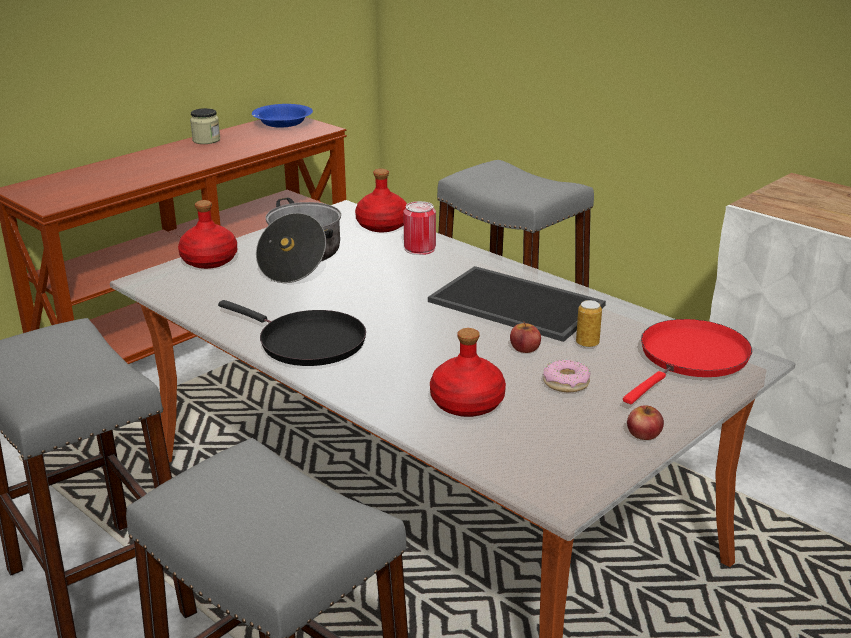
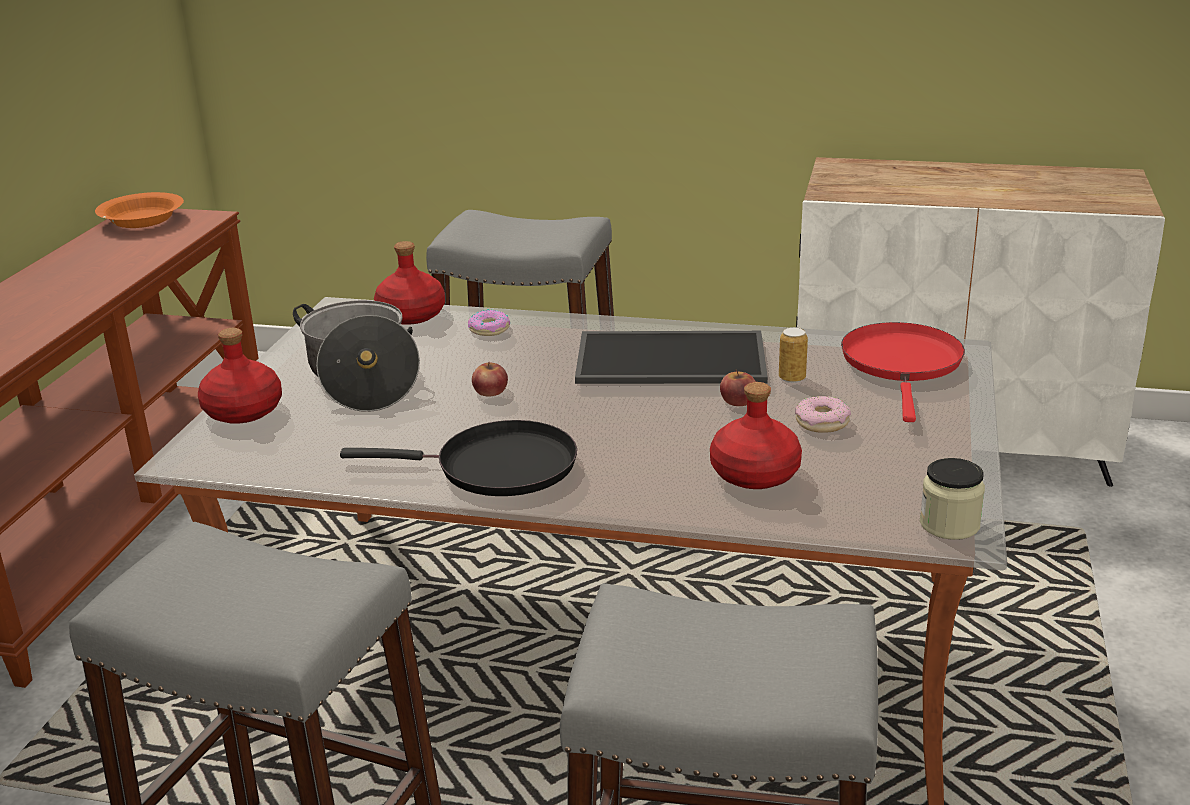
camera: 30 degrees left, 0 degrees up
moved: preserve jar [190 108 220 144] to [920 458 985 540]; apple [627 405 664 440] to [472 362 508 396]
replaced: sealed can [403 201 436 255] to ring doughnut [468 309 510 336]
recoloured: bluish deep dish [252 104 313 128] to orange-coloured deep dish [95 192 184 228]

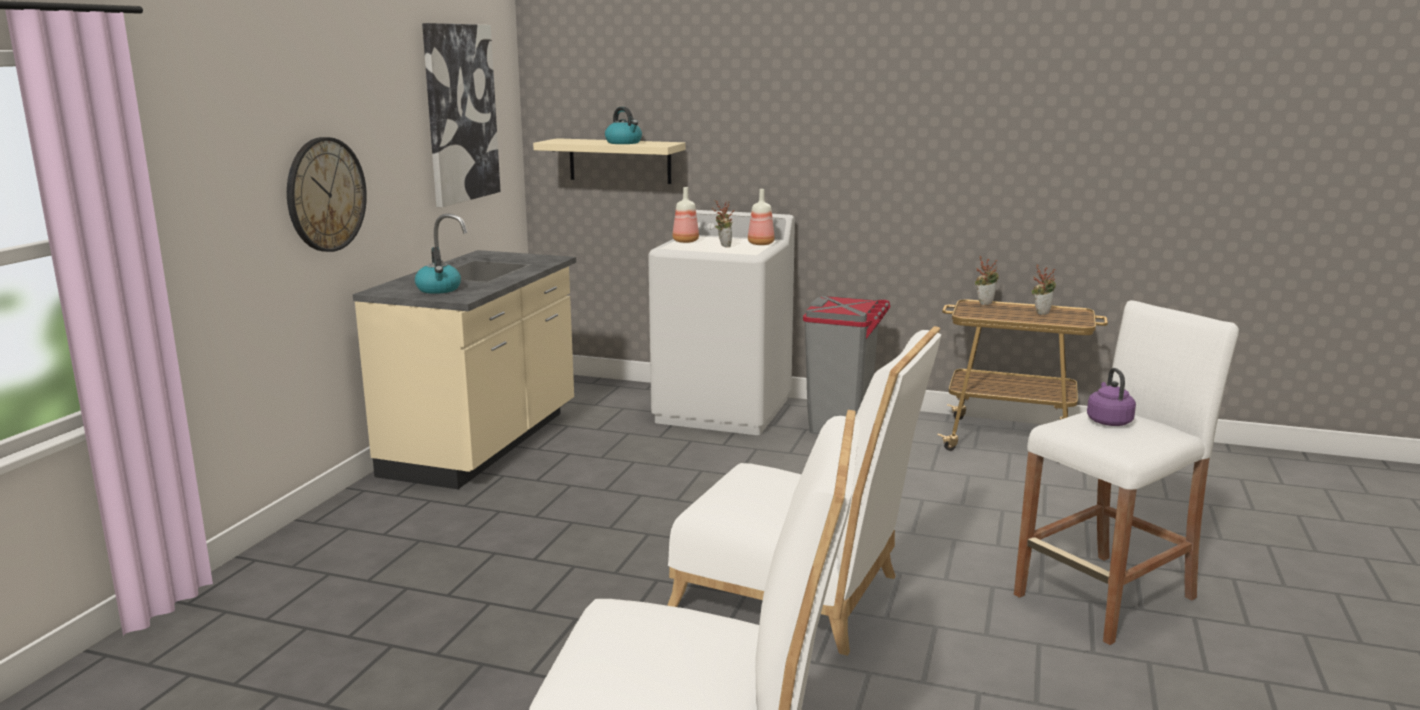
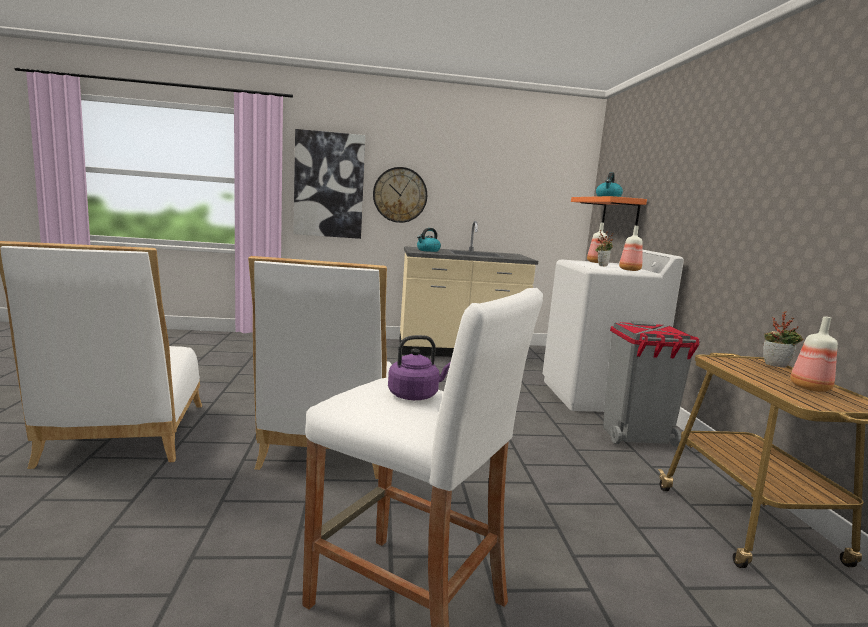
camera: 65 degrees right, 5 degrees down
moved: wall picture [422 23 501 207] to [293 129 366 239]
replaced: houseplant [1032 264 1056 315] to beverage bottle [790 316 838 392]
recoloured: beige-coloured wall shelf [533 138 686 184] to orange-coloured wall shelf [571 196 647 226]

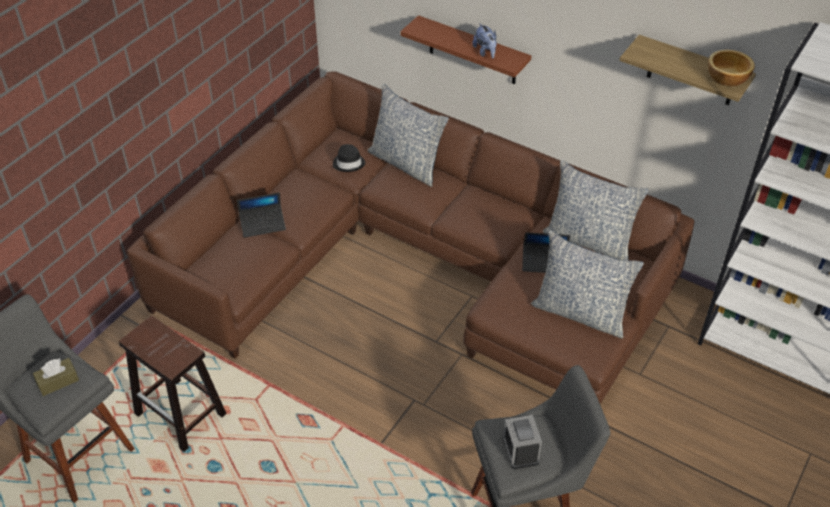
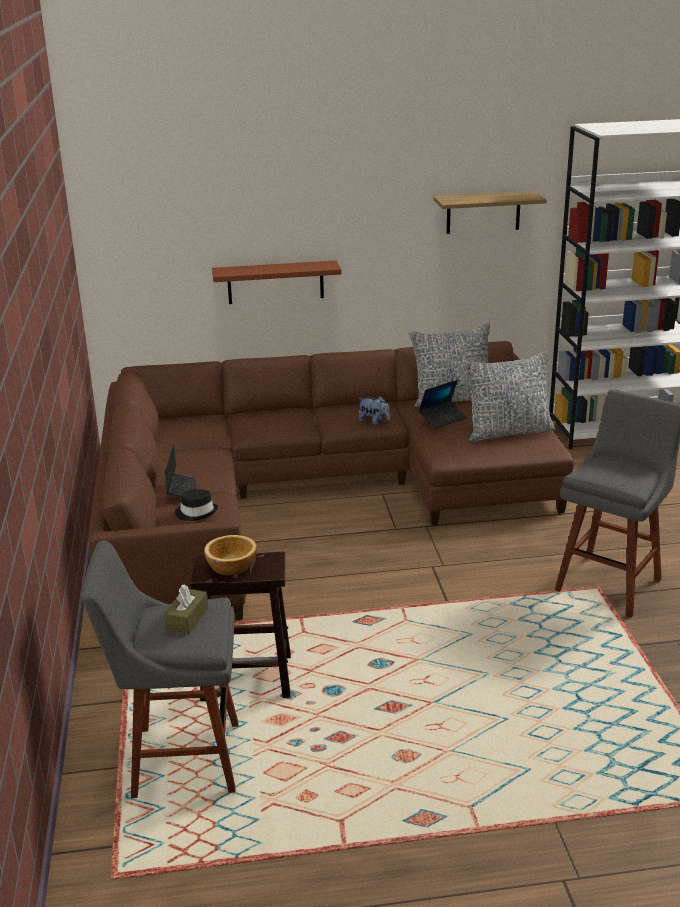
camera: 40 degrees left, 20 degrees down
removed: pillow [368 84 449 187]; table clock [502 415 542 469]
moved: black hat [333 144 365 172] to [175 489 218 521]; cuddly toy [472 23 497 58] to [358 396 390 425]; deep dish [708 50 755 86] to [204 535 257 576]
turned: portable computer [237 192 286 238] = [165 444 197 497] 45 degrees counterclockwise

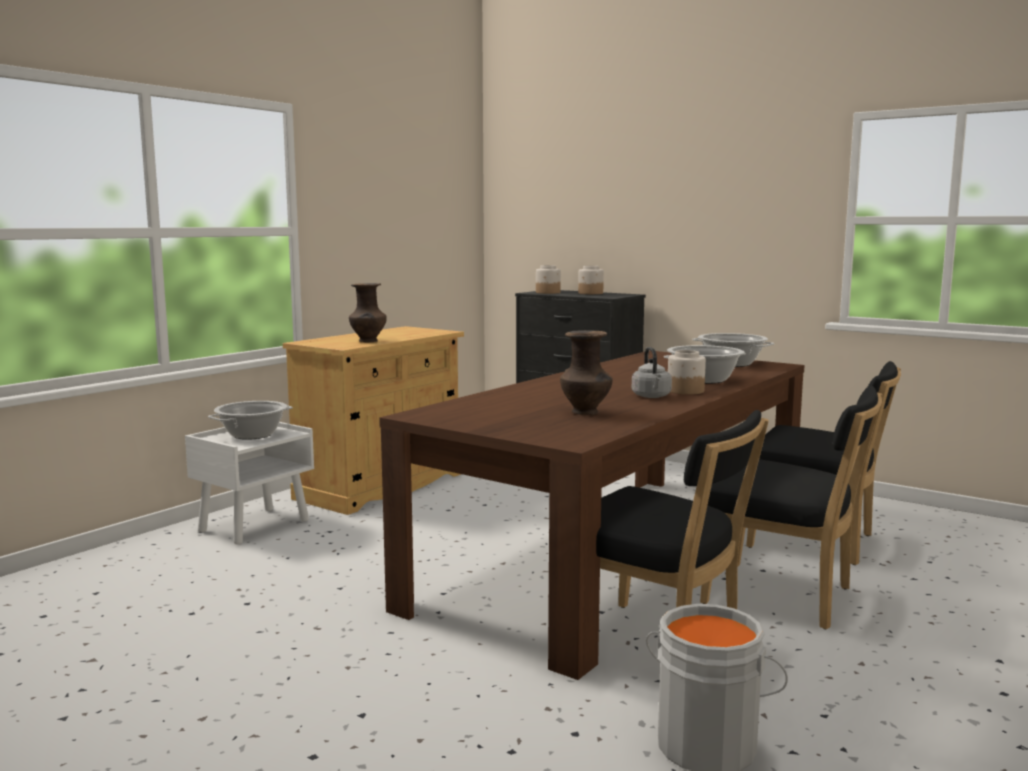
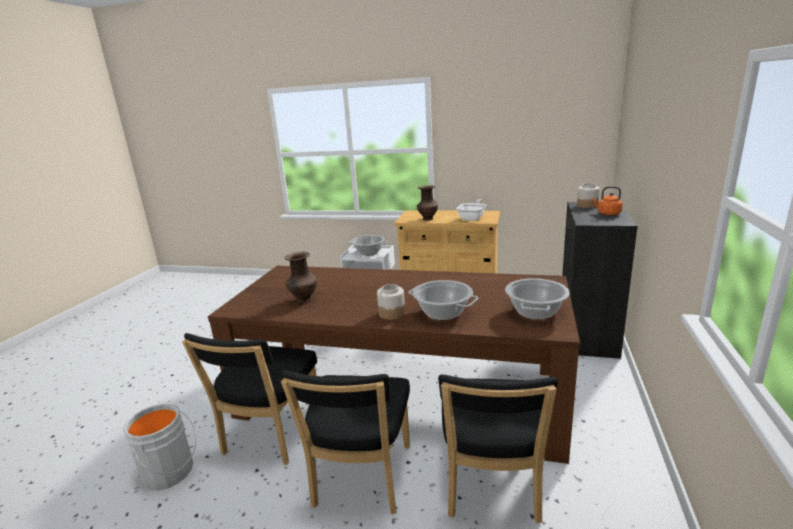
camera: 70 degrees right, 10 degrees up
removed: grey water kettle [632 347 672 398]
added: pan [456 199 486 221]
replaced: preserve jar [578 266 604 294] to orange-coloured water kettle [592 186 623 215]

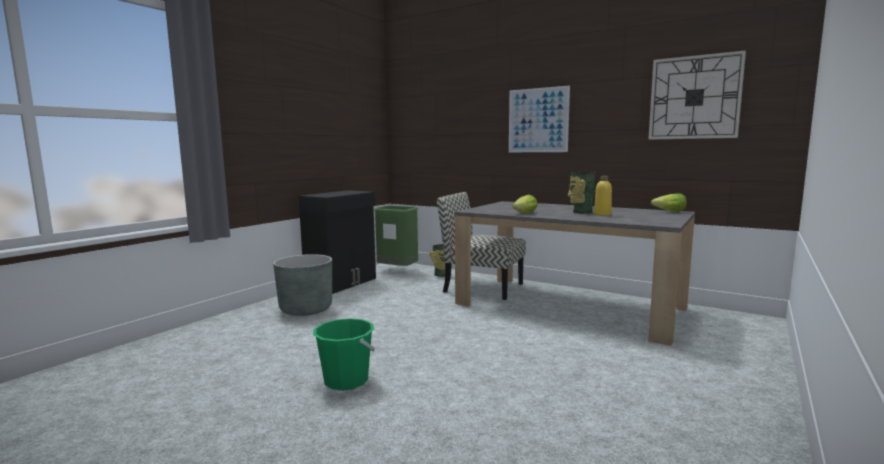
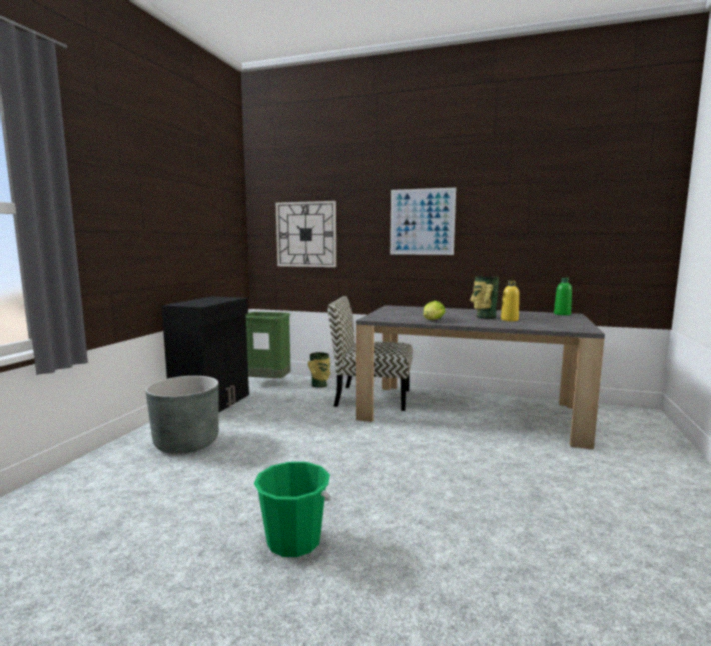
camera: 15 degrees left, 0 degrees up
moved: wall clock [648 50 746 140] to [276 201 336 267]
replaced: lettuce head [651 193 687 212] to greenish beverage bottle [554 278 572 315]

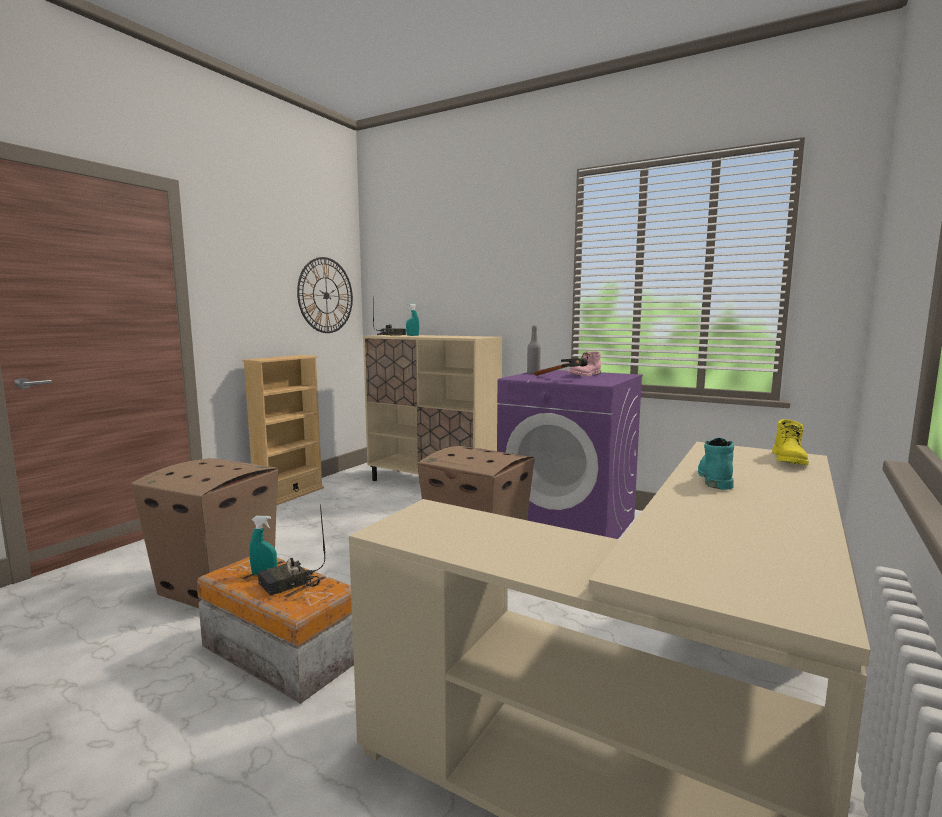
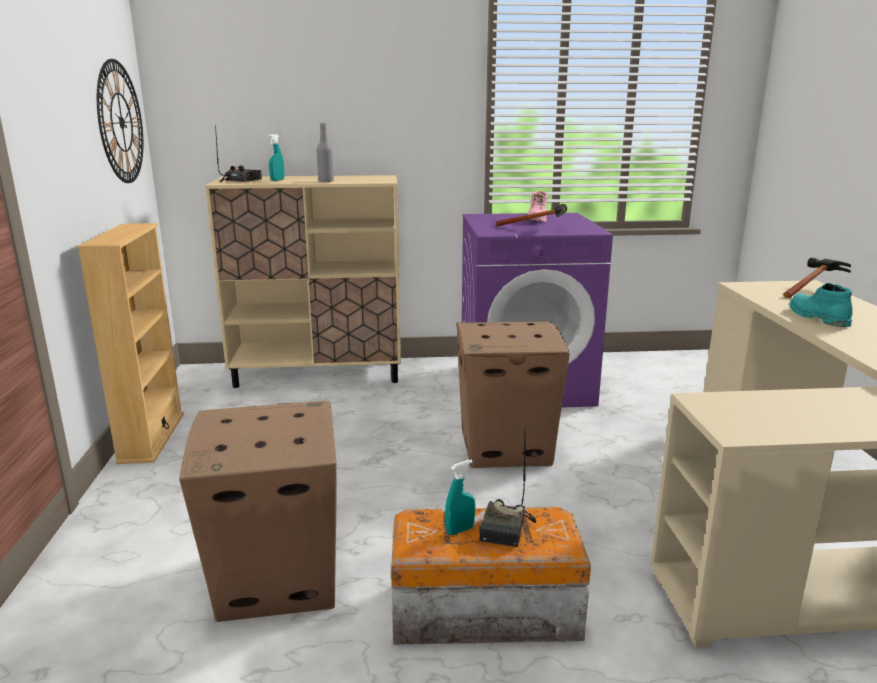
camera: 35 degrees left, 10 degrees up
moved: grey beverage bottle [527 326 541 374] to [316 123 334 182]
replaced: yellow boot [772 419 809 465] to hammer [784 258 851 298]

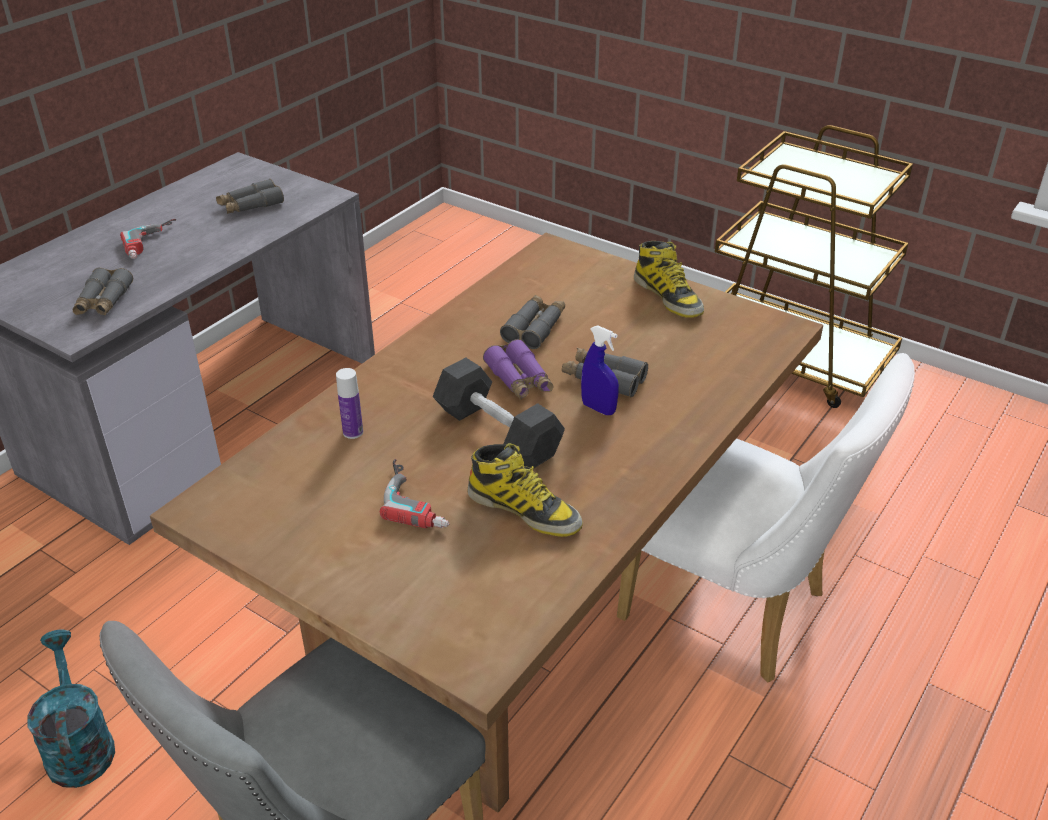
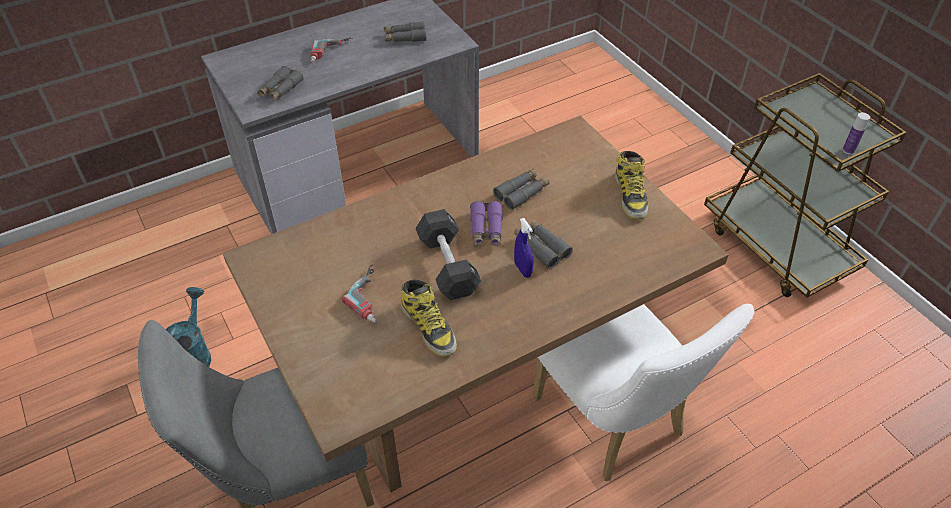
camera: 25 degrees right, 10 degrees up
moved: beverage bottle [336 368 363 439] to [843 112 870 154]

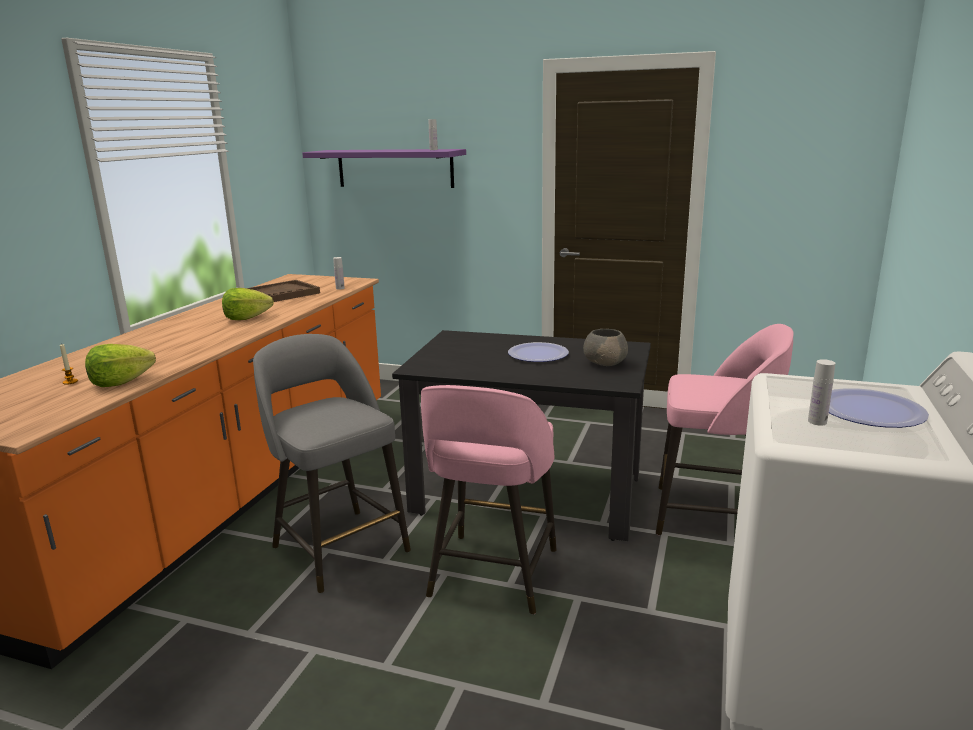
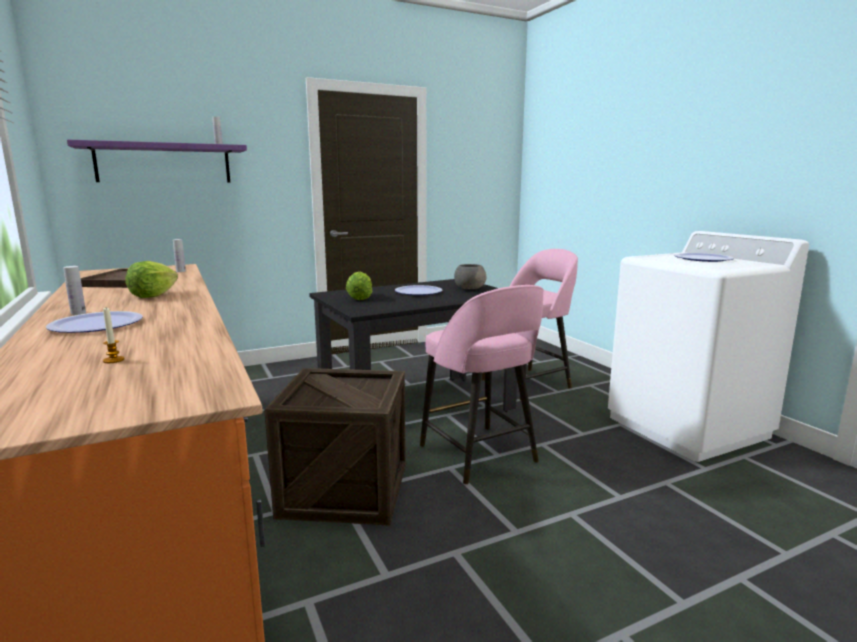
camera: 45 degrees left, 5 degrees down
added: flat dish [46 311 143 333]
moved: lettuce head [85 344 156 387] to [346 272 373 300]; white-coloured beverage bottle [808 359 835 426] to [63 266 86 315]
replaced: grey stool seat [253 334 411 593] to packing crate [264 368 406 526]

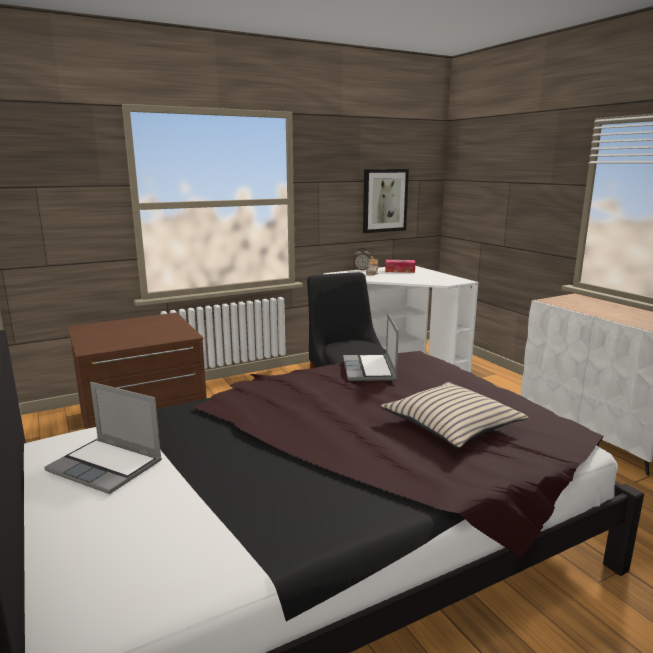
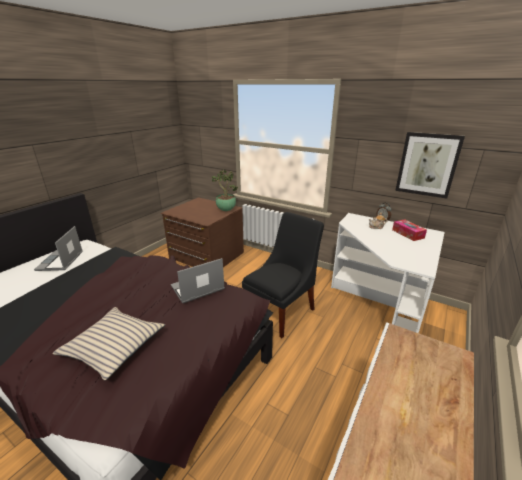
camera: 60 degrees right, 10 degrees up
added: houseplant [212 170 238 211]

